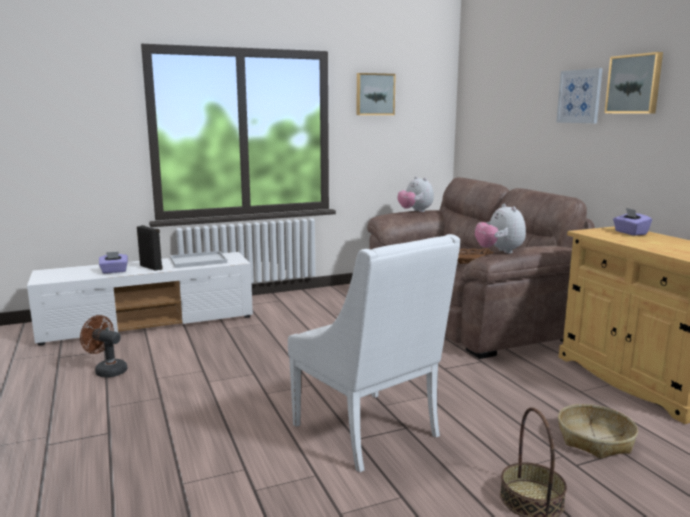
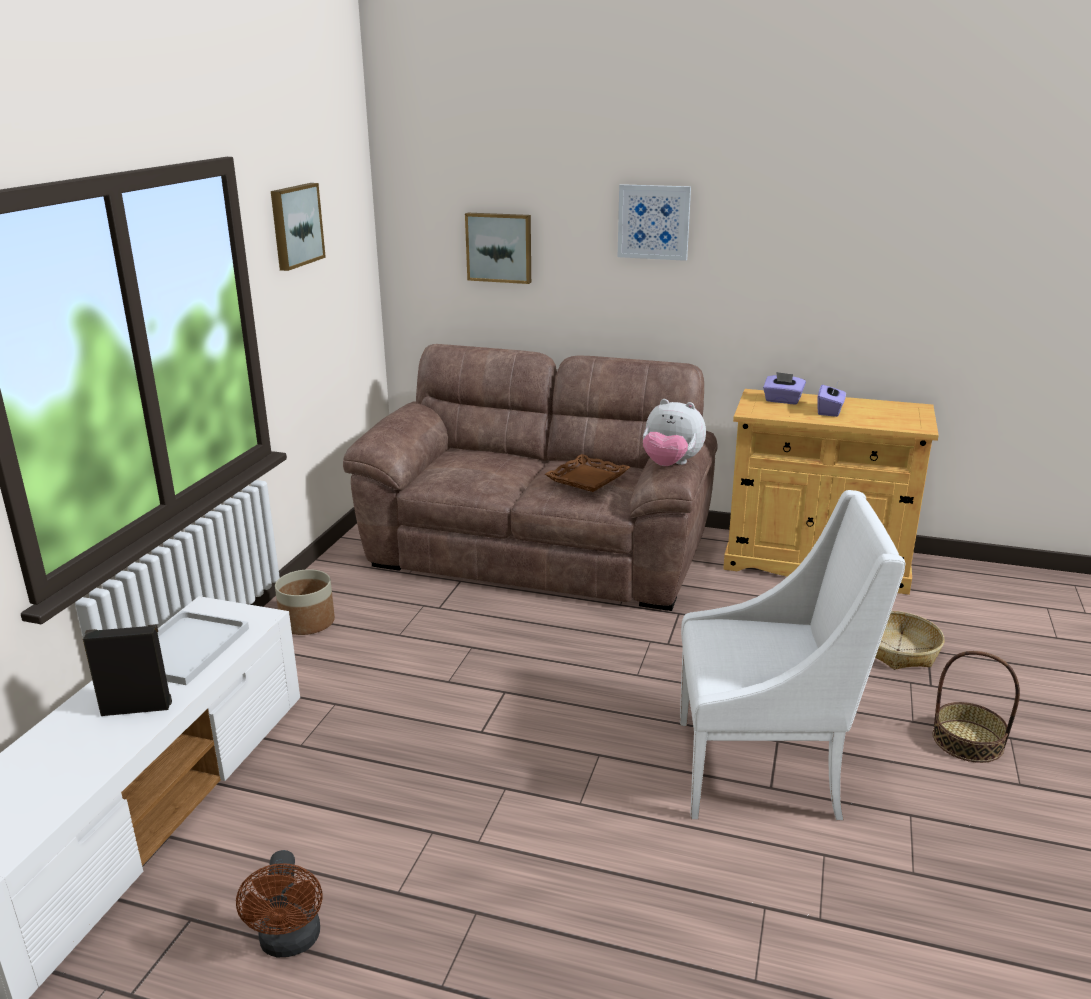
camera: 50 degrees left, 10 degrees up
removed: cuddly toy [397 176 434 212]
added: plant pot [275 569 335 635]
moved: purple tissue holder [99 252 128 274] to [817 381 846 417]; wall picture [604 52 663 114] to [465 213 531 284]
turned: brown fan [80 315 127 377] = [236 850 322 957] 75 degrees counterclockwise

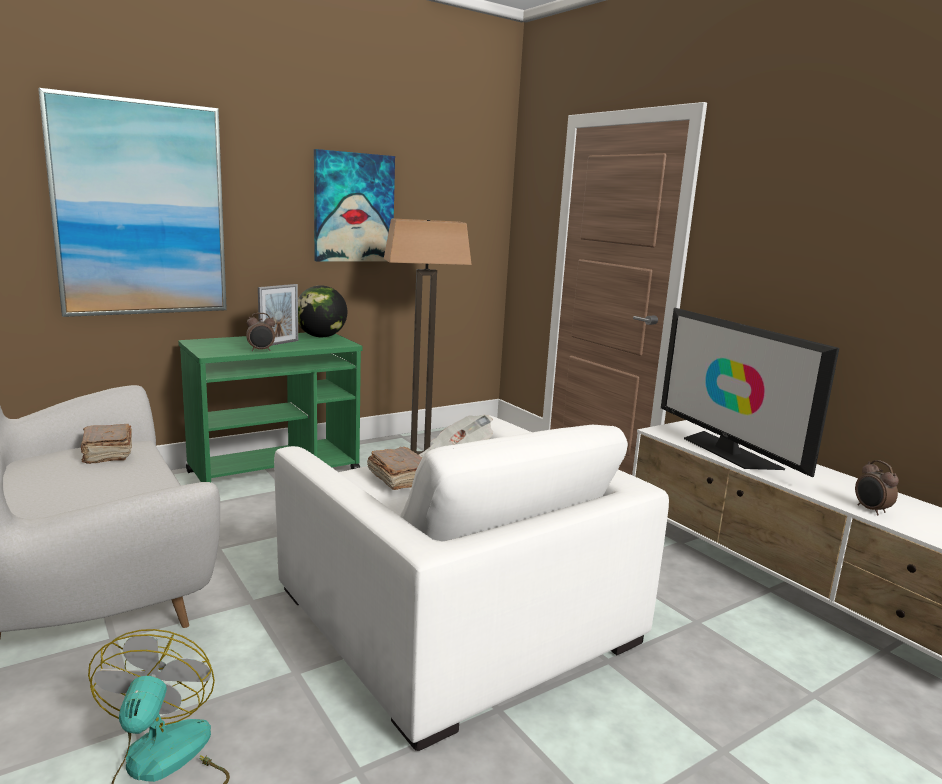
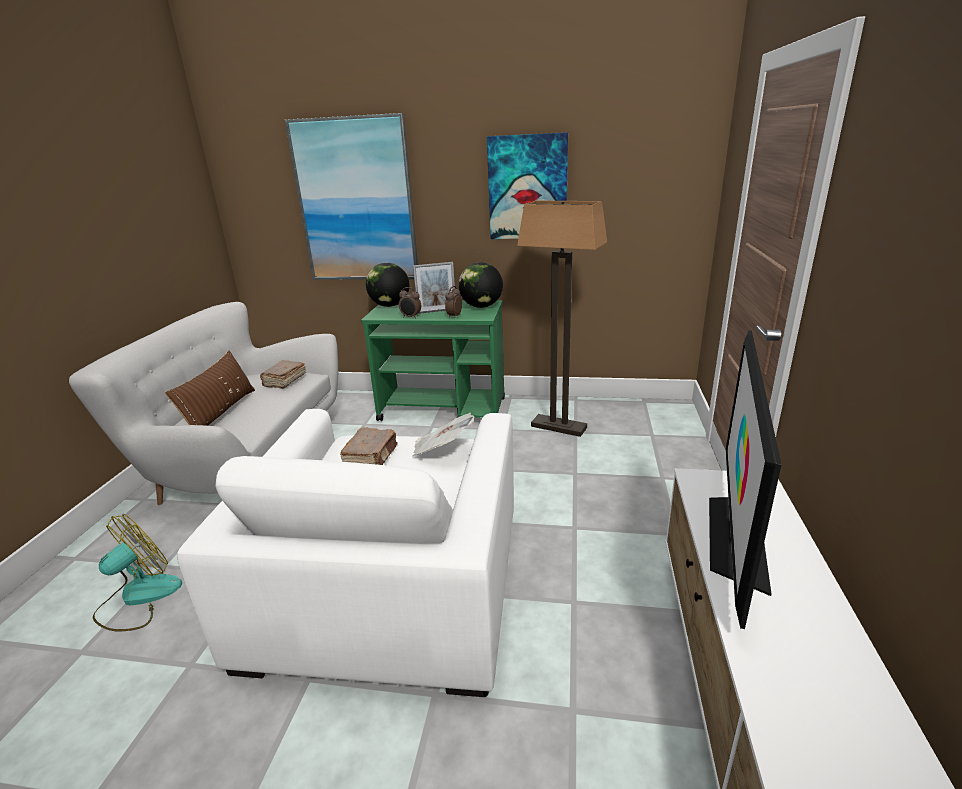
camera: 45 degrees right, 10 degrees up
added: brown pillow [165 351 255 426]; desk globe [366 263 409 307]
moved: table clock [855 460 899 515] to [445 286 462 318]

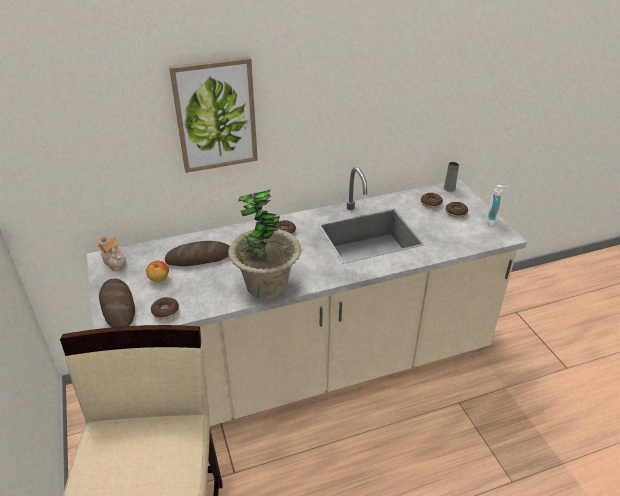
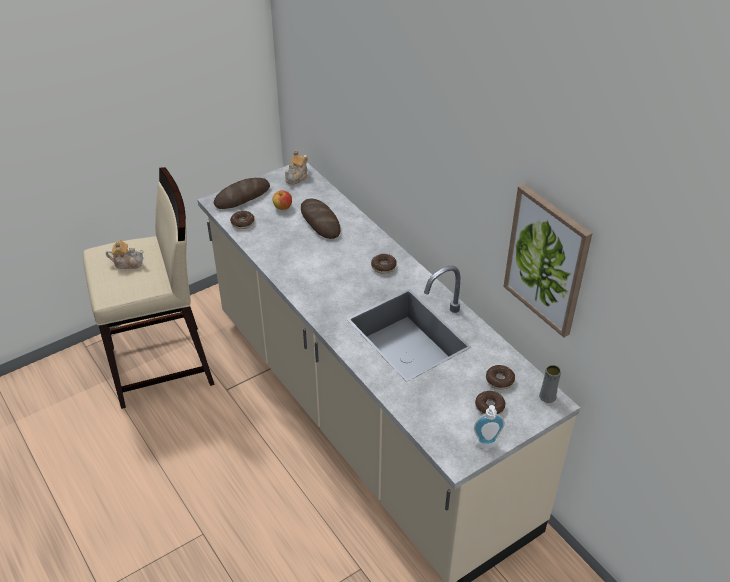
camera: 75 degrees right, 5 degrees up
removed: houseplant [228 189 301 299]
added: teapot [106 240 144 269]
moved: wall picture [169 57 258 173] to [503 184 593 337]

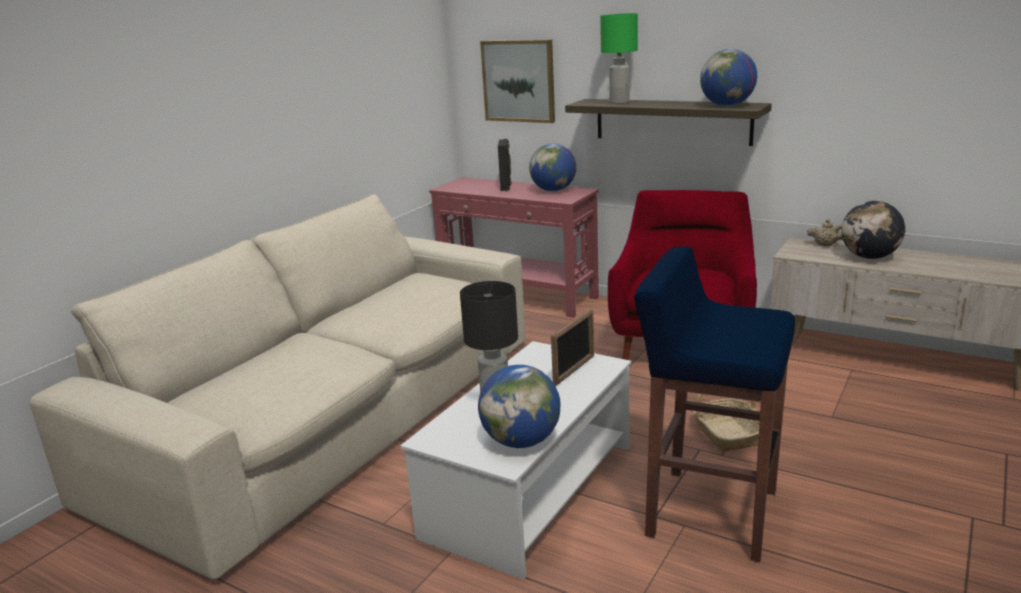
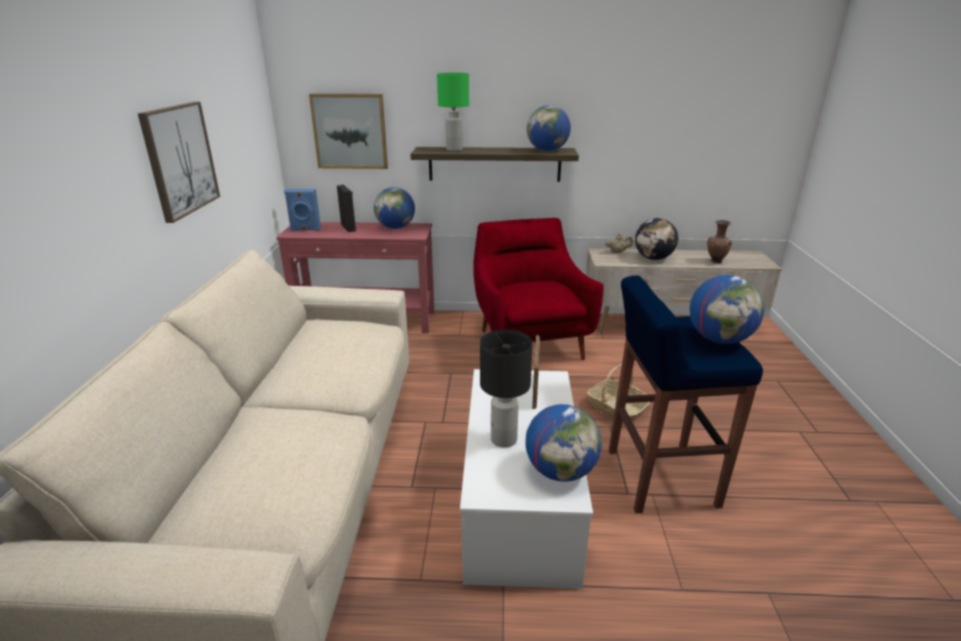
camera: 30 degrees left, 5 degrees up
added: wall picture [138 102 220 223]; bluish loudspeaker [284 189 321 231]; desk globe [690 275 764 344]; brown vase [707 220 732 263]

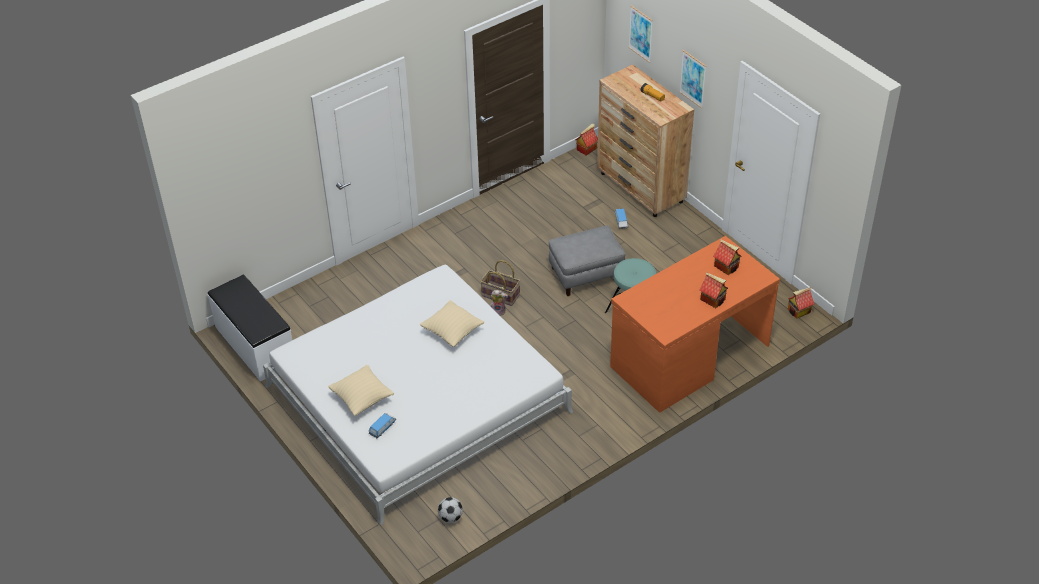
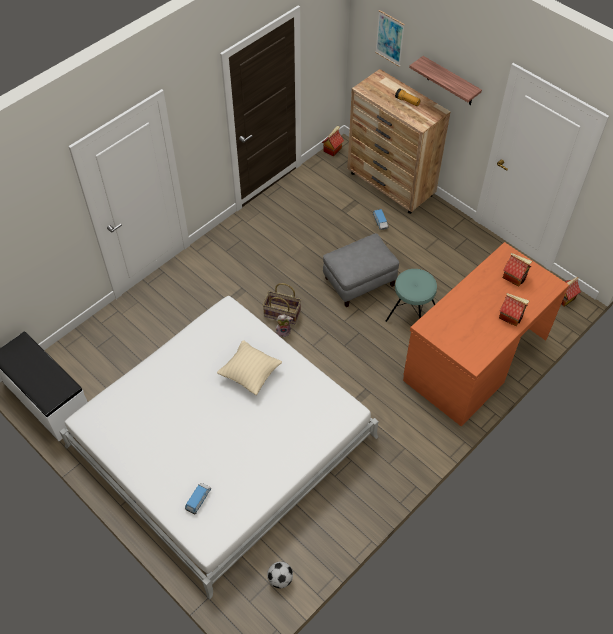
camera: 10 degrees left, 10 degrees up
removed: beige-coloured pillow [328 365 394 416]
replaced: wall picture [680 50 706 108] to wall shelf [409 56 482 105]

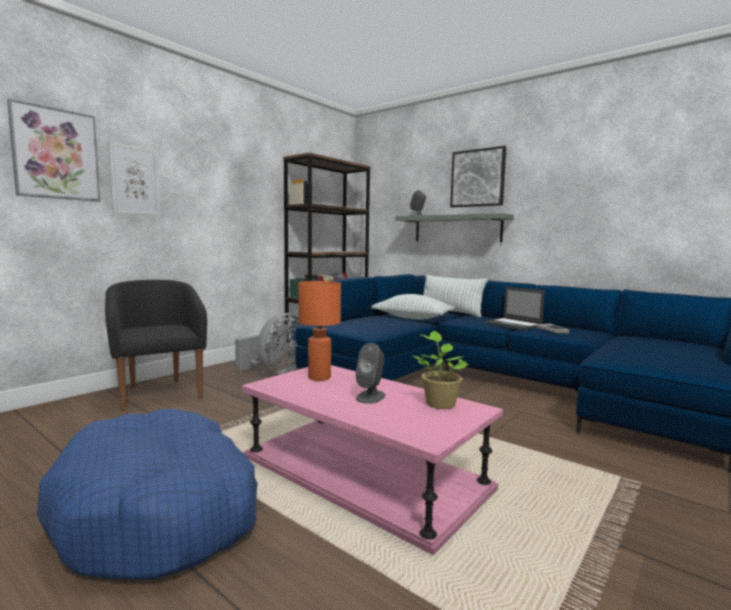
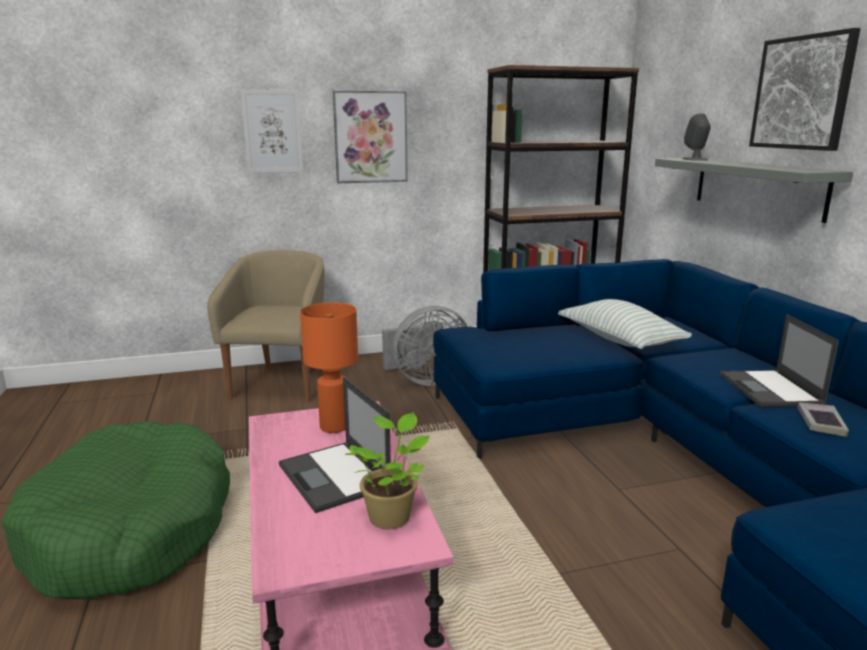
camera: 35 degrees right, 10 degrees up
removed: pillow [423 274 488 317]
moved: wall picture [7 98 100 202] to [333 90 408 183]
replaced: grey loudspeaker [355 343 385 404] to portable computer [279 377 391 513]
recoloured: bluish pet bed [37 409 258 580] to greenish pet bed [2 421 230 599]; black lounge chair [105 280 207 412] to beige-coloured lounge chair [207 250 325 402]

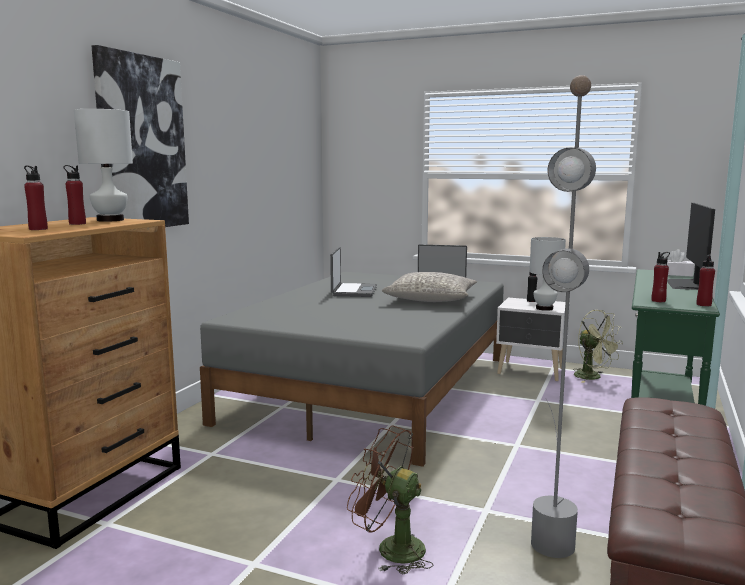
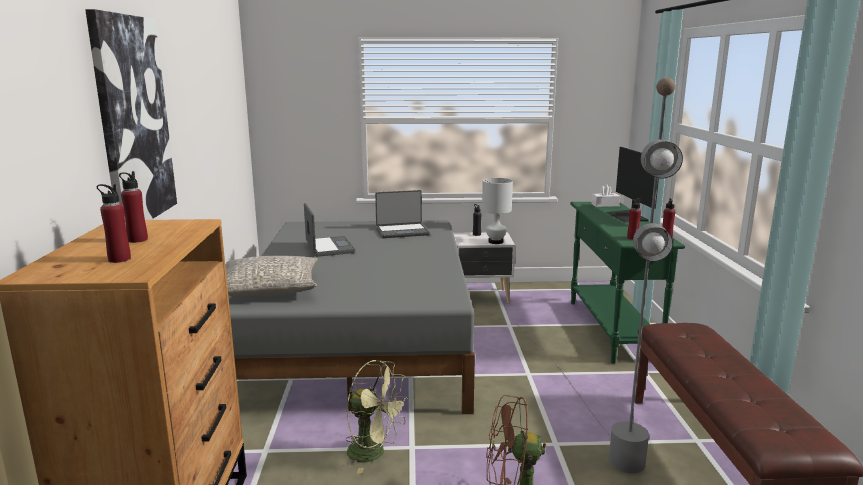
camera: 25 degrees left, 5 degrees up
removed: white-coloured lamp for a table [74 109 133 222]
moved: grey pillow [382 272 477 302] to [226 256 318 296]; greenish fan [573 310 623 383] to [346 360 409 474]

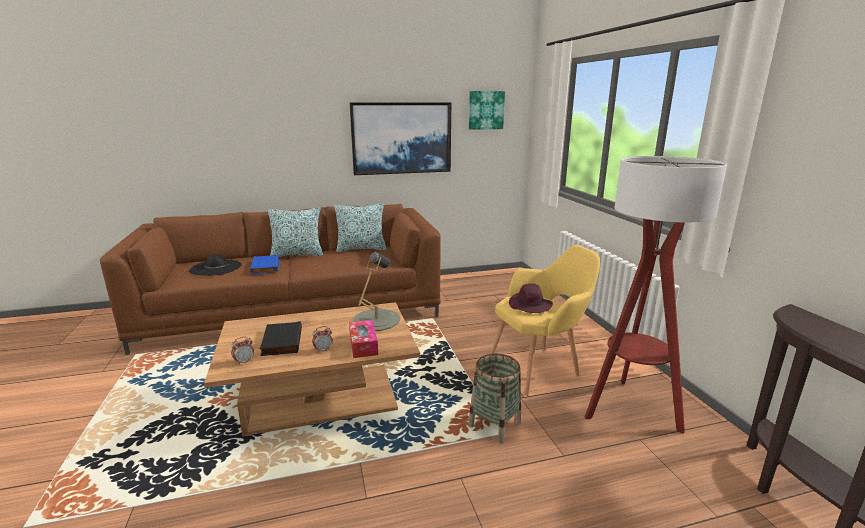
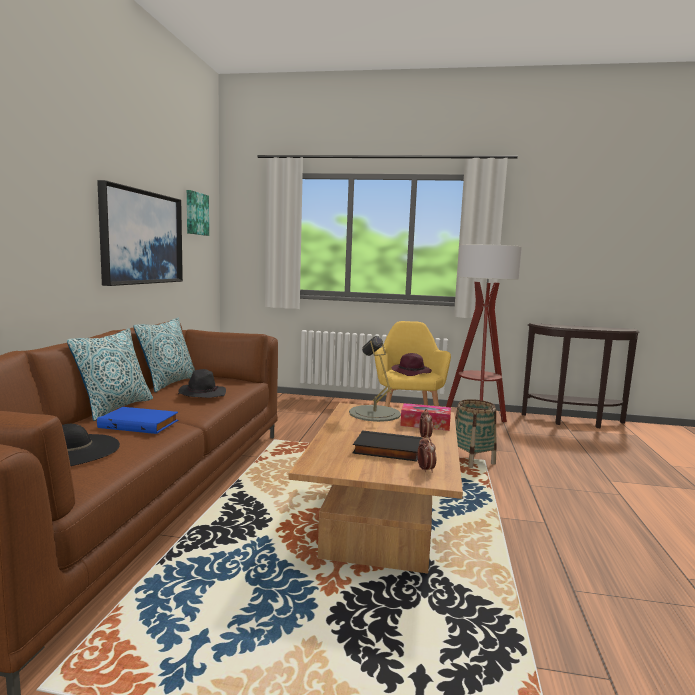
camera: 65 degrees left, 10 degrees down
added: black hat [178 369 226 398]

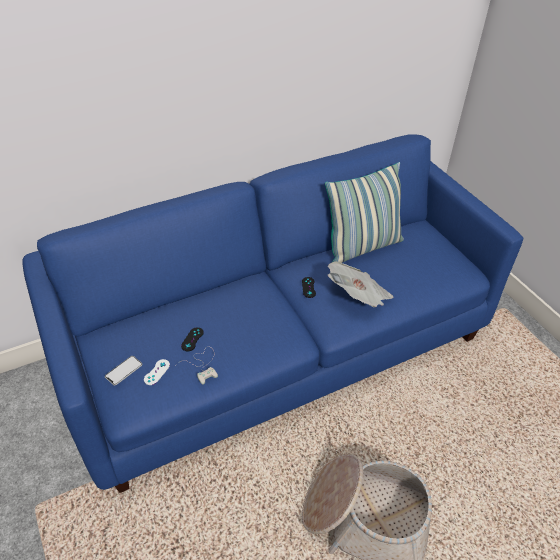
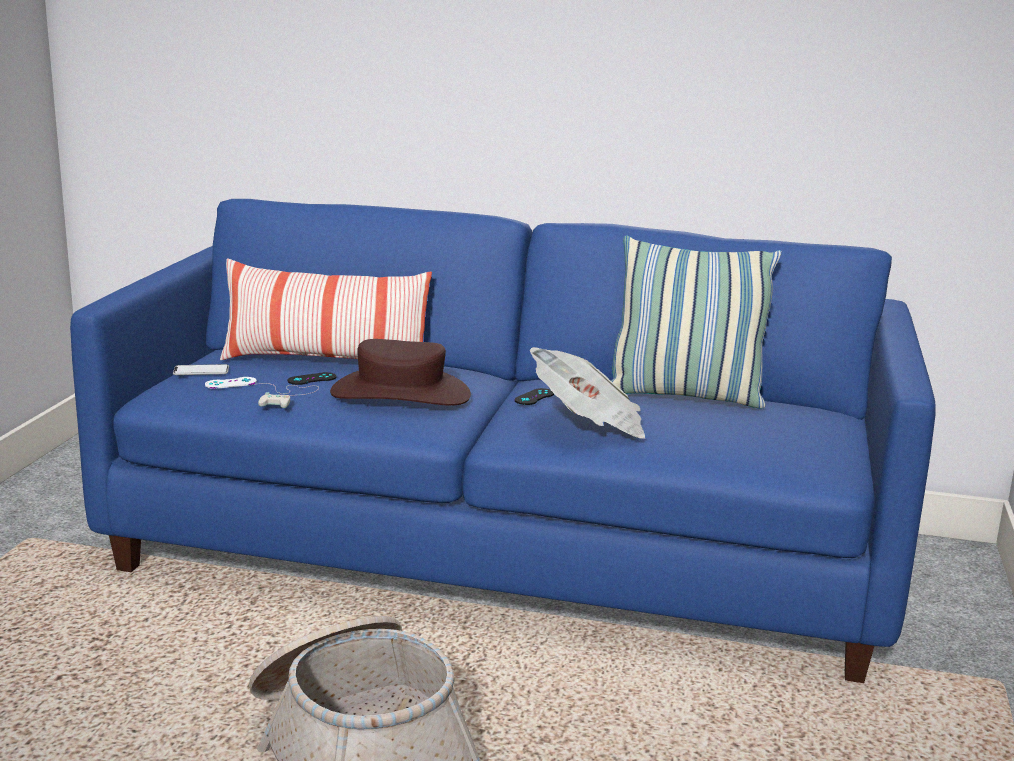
camera: 40 degrees right, 25 degrees down
added: pillow [220 258 432 360]; brown hat [330 339 471 406]

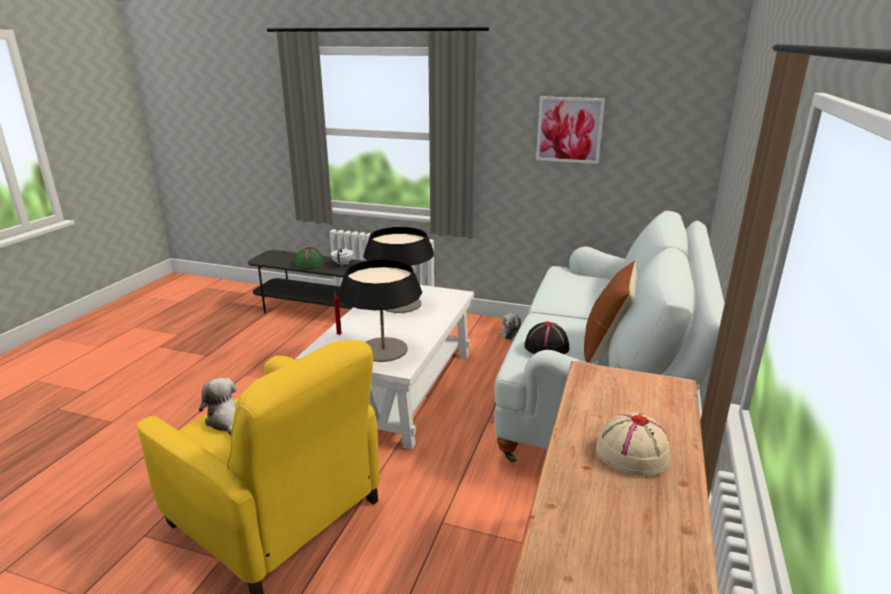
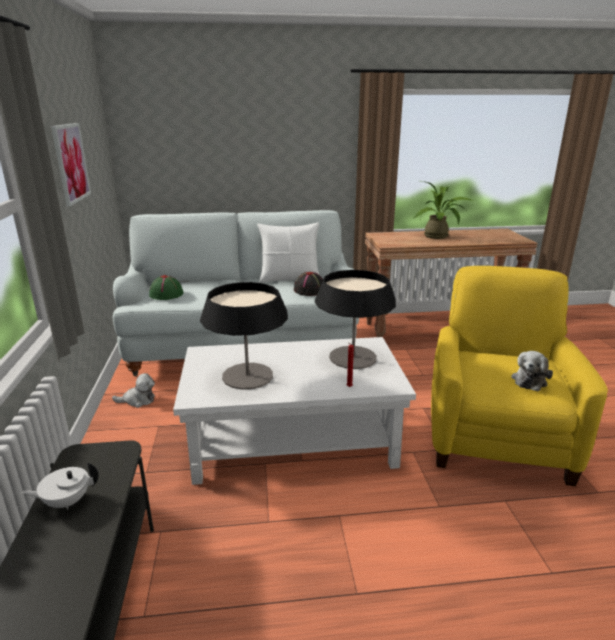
camera: 115 degrees left, 0 degrees up
moved: greenish hat [295 247 325 269] to [149 275 183 300]
replaced: beige-coloured hat [596 412 670 476] to houseplant [413 181 474 239]
recoloured: brown pillow [584 260 637 364] to white-coloured pillow [257 222 319 283]

